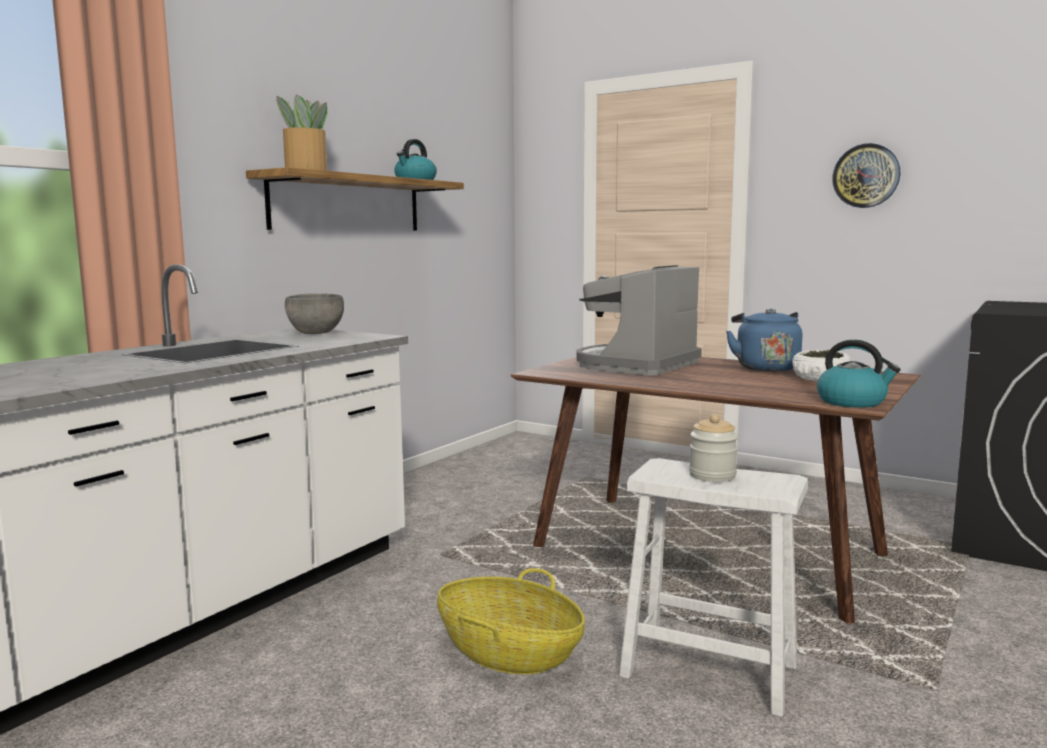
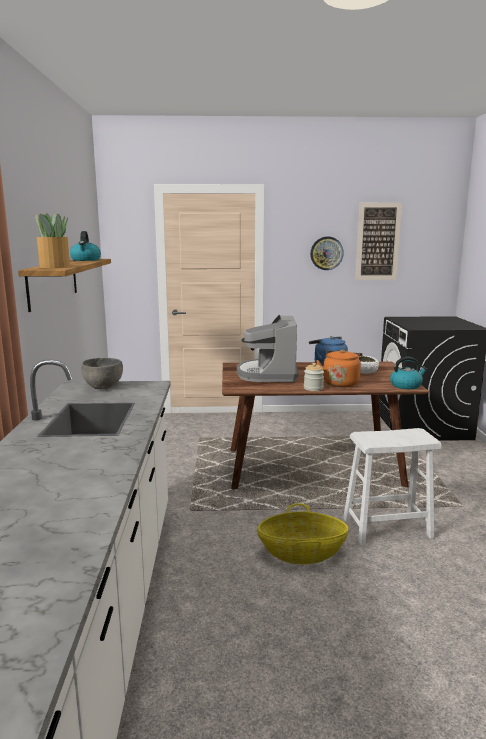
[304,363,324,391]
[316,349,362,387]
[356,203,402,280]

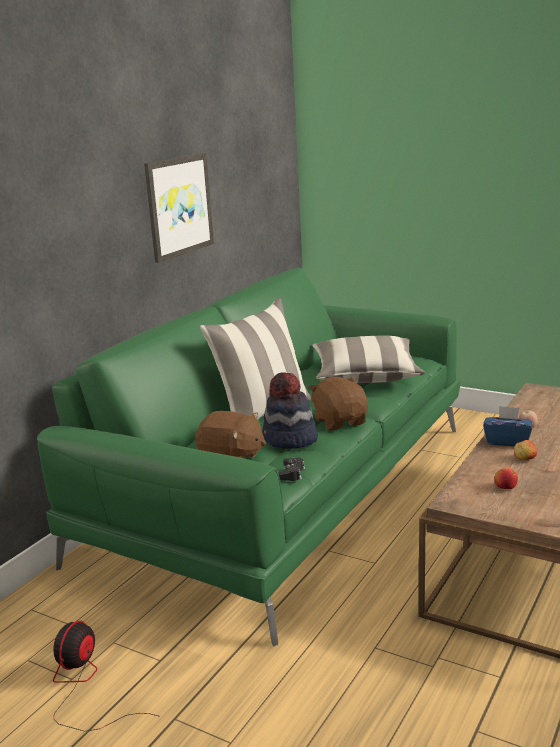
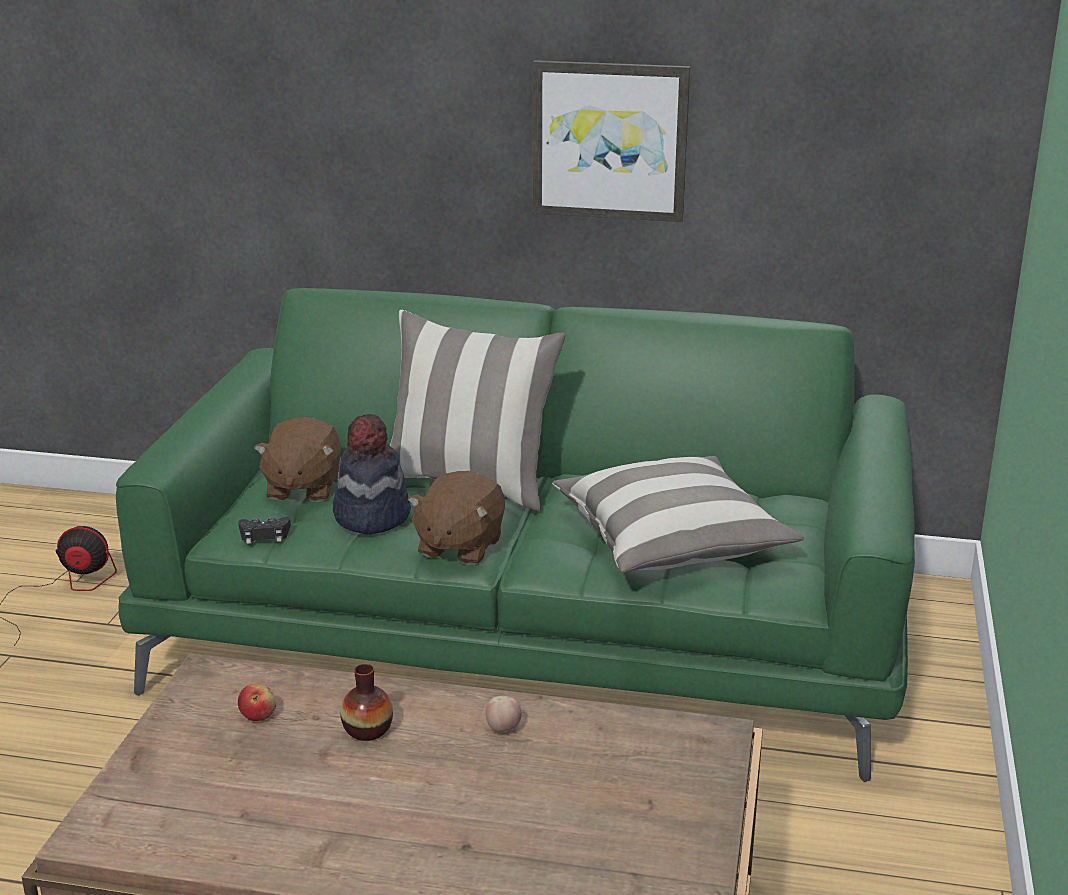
[408,471,505,565]
[483,406,532,447] (first image)
[340,664,393,741]

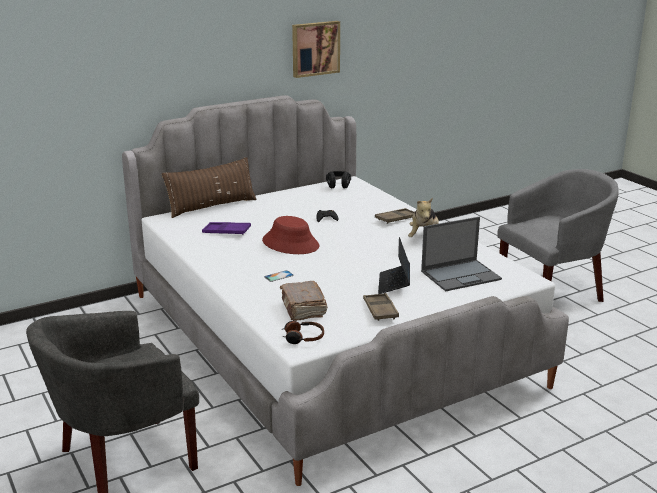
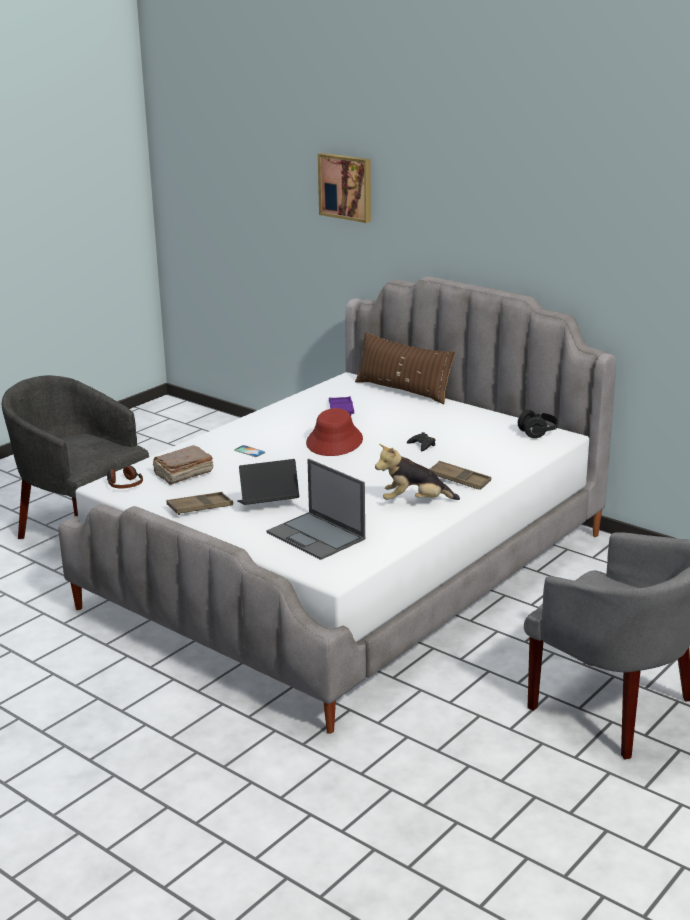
[318,153,371,223]

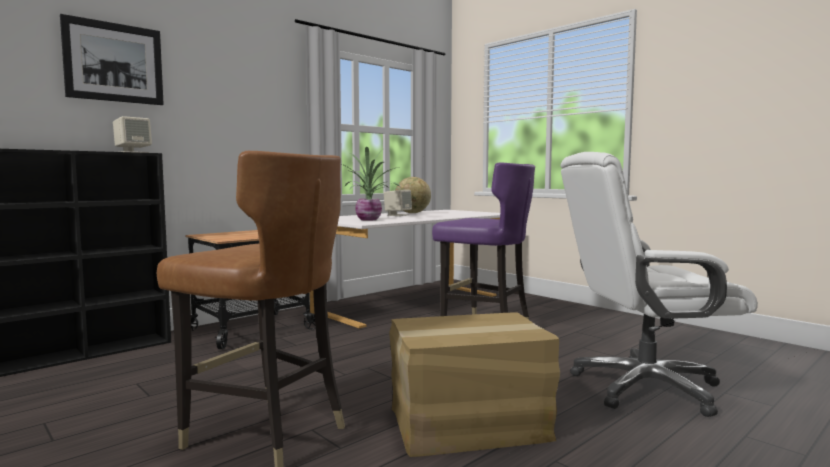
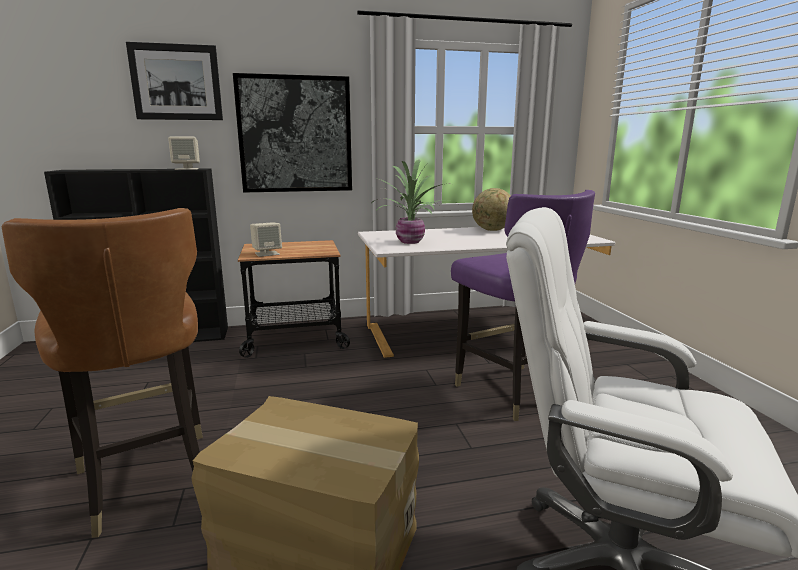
[250,222,282,257]
[233,73,352,193]

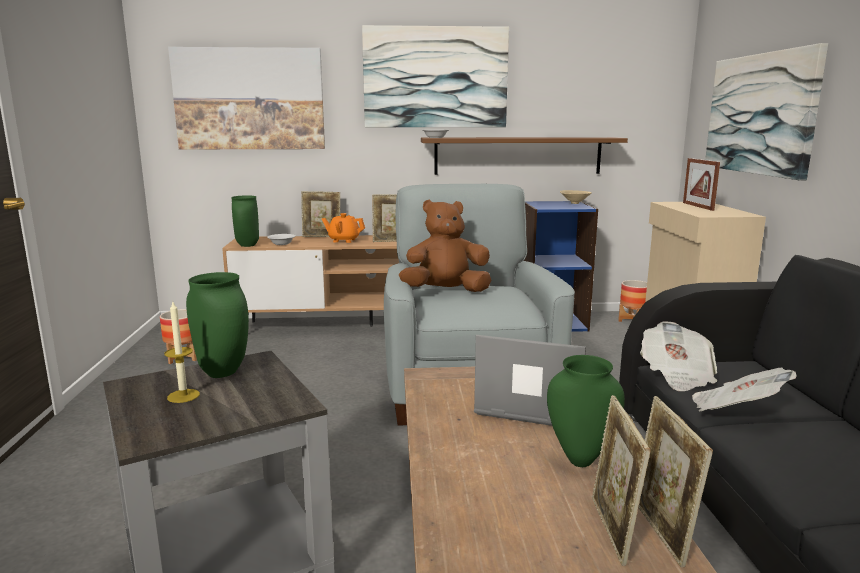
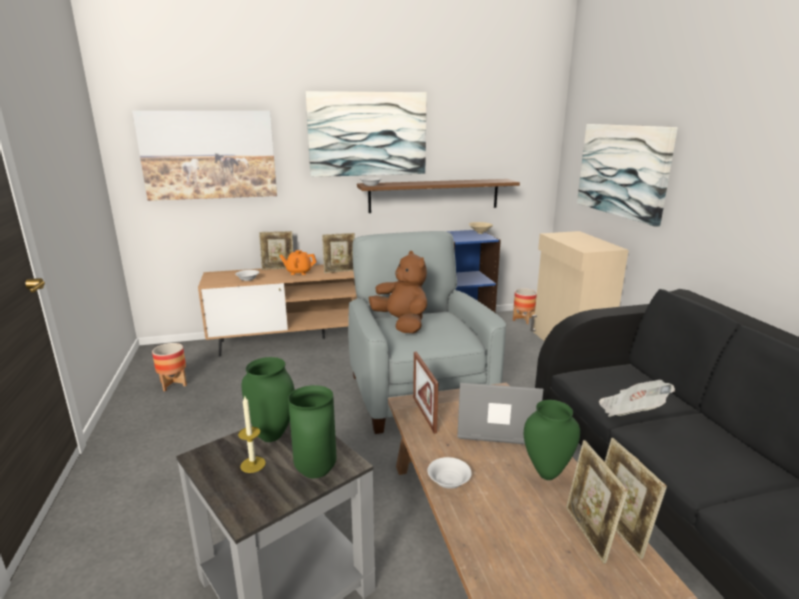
[288,385,336,478]
[369,251,427,333]
[640,321,717,391] (first image)
[413,352,438,434]
[427,457,472,489]

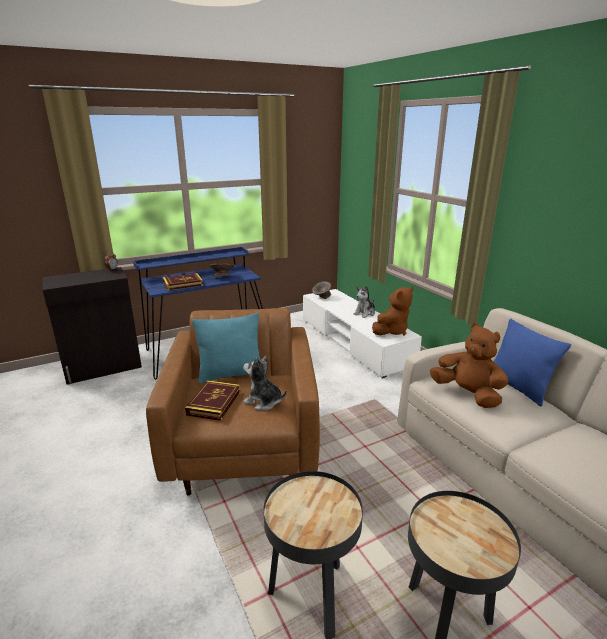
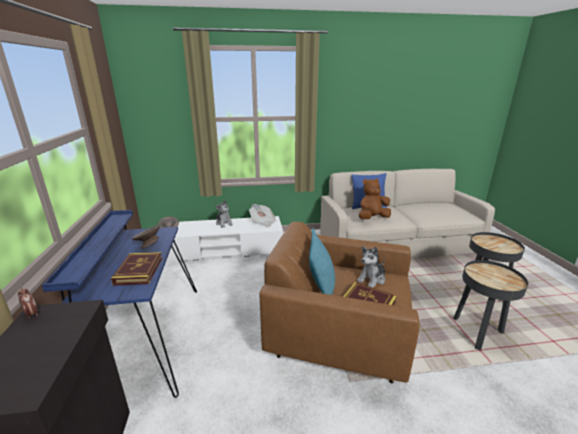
[249,204,276,227]

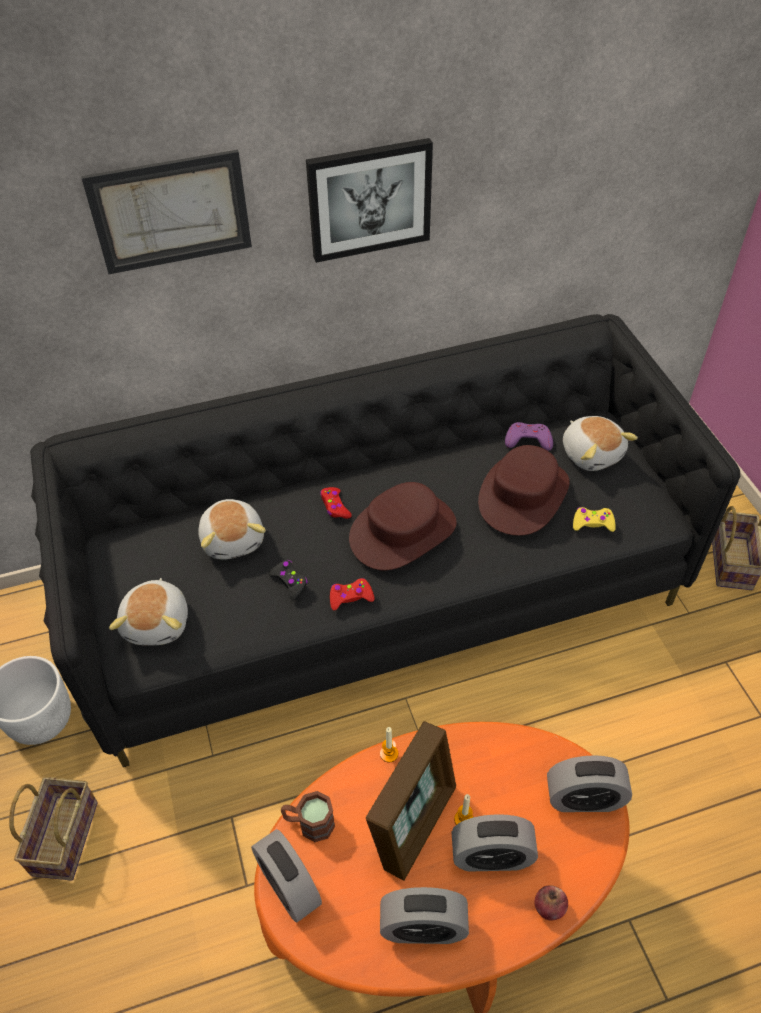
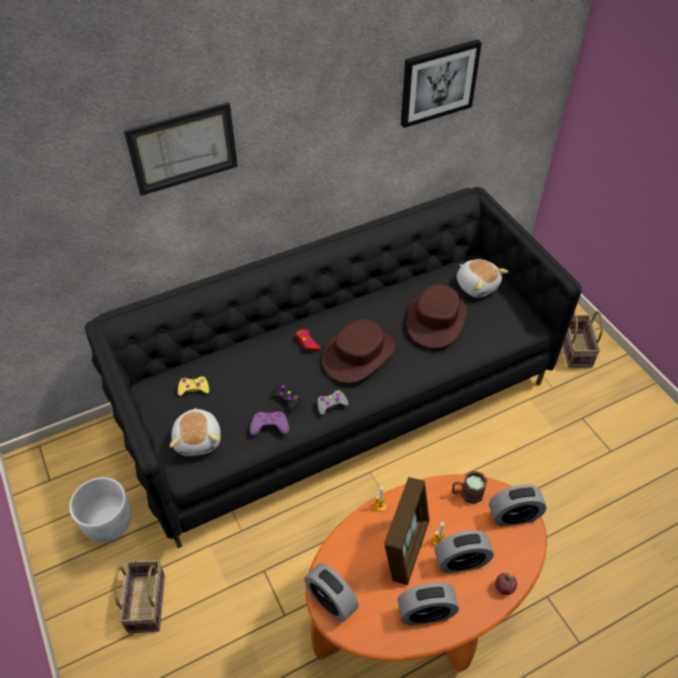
[198,499,266,560] (first image)
[452,471,487,504]
[401,39,482,128]
[317,390,349,415]
[250,411,289,436]
[178,376,209,396]

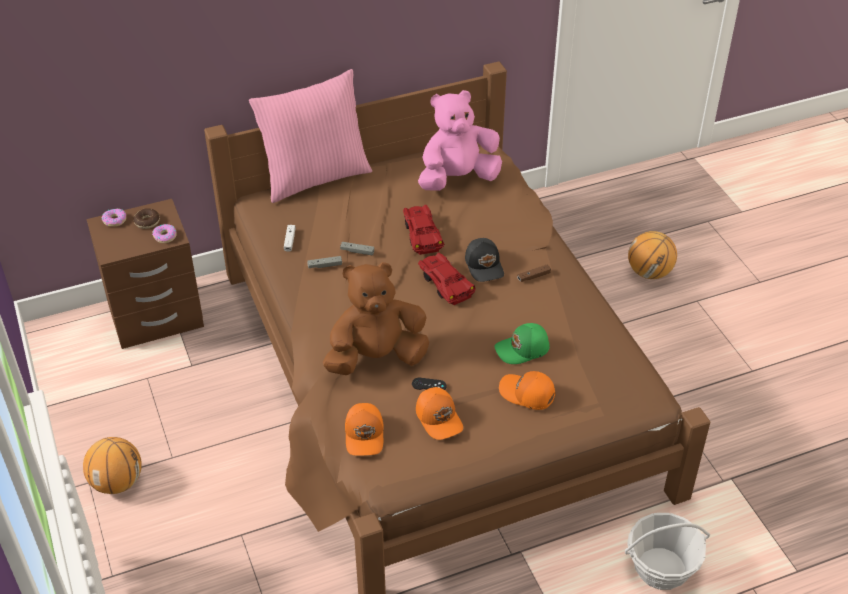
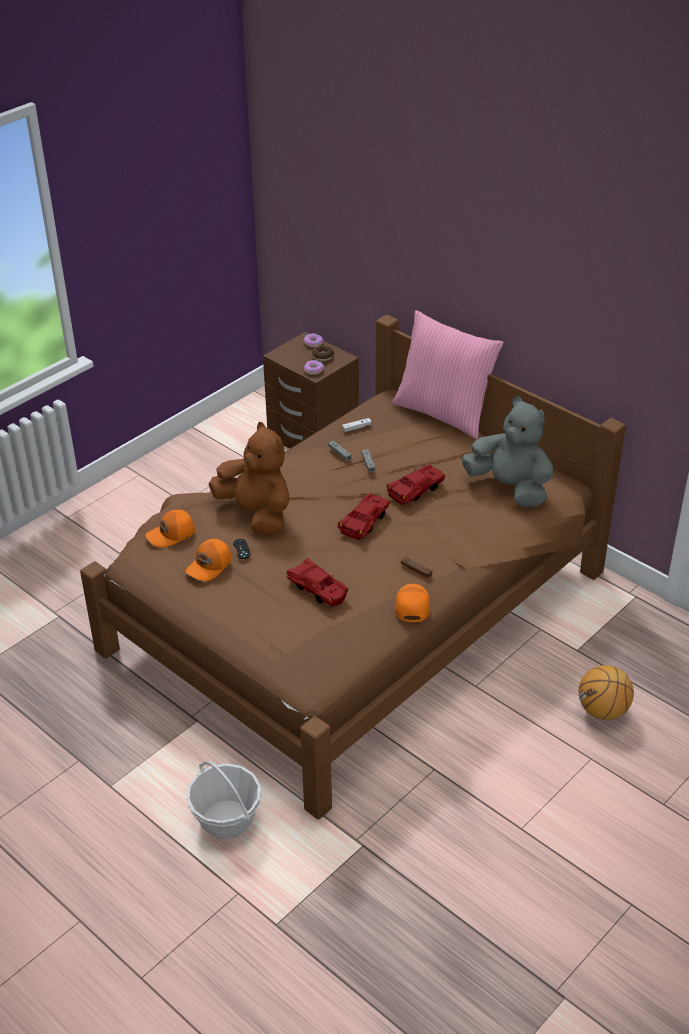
[83,437,142,494] (first image)
[462,396,553,507]
[465,238,504,282] (first image)
[287,557,348,607]
[395,584,430,622]

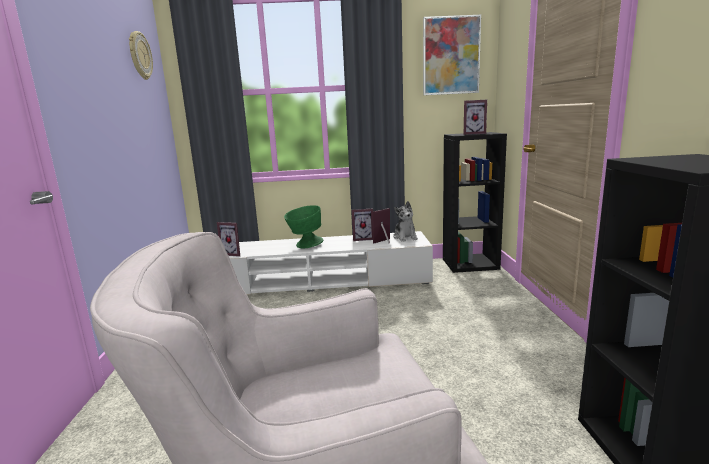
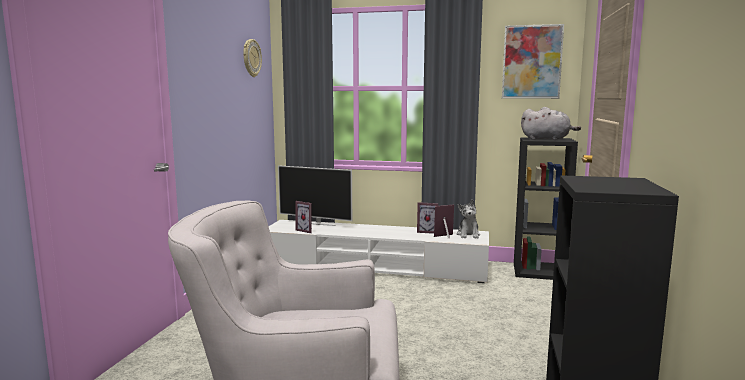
[284,205,323,248] (first image)
[521,107,581,140]
[278,165,352,226]

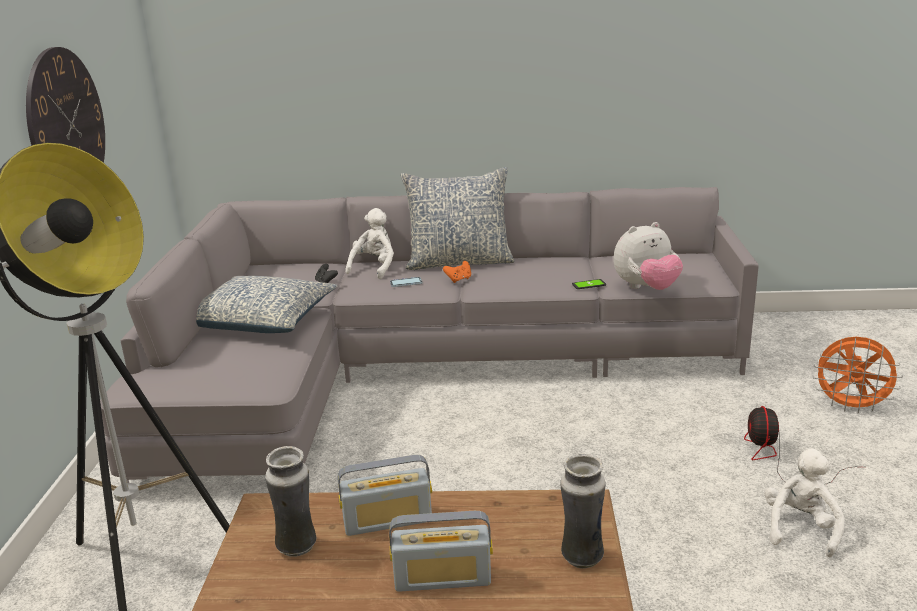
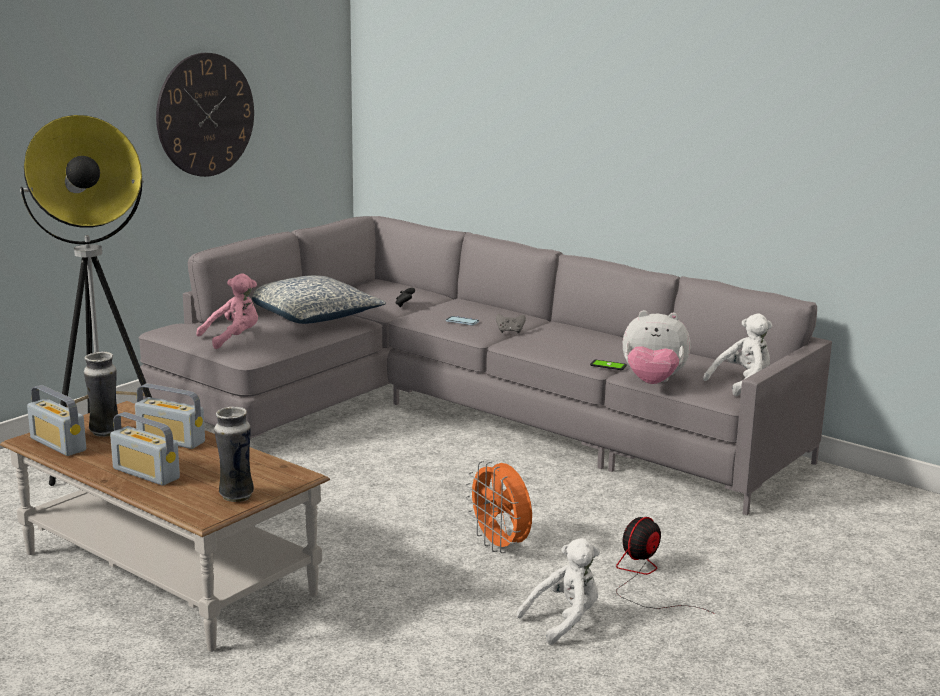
[703,313,773,396]
[400,167,514,270] (first image)
[496,314,526,333]
[466,461,532,553]
[27,385,86,456]
[196,273,258,349]

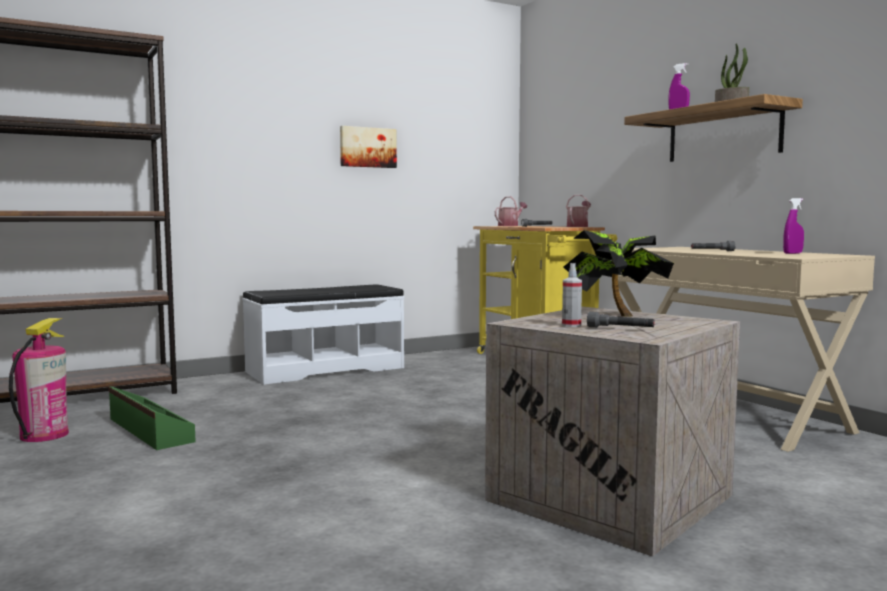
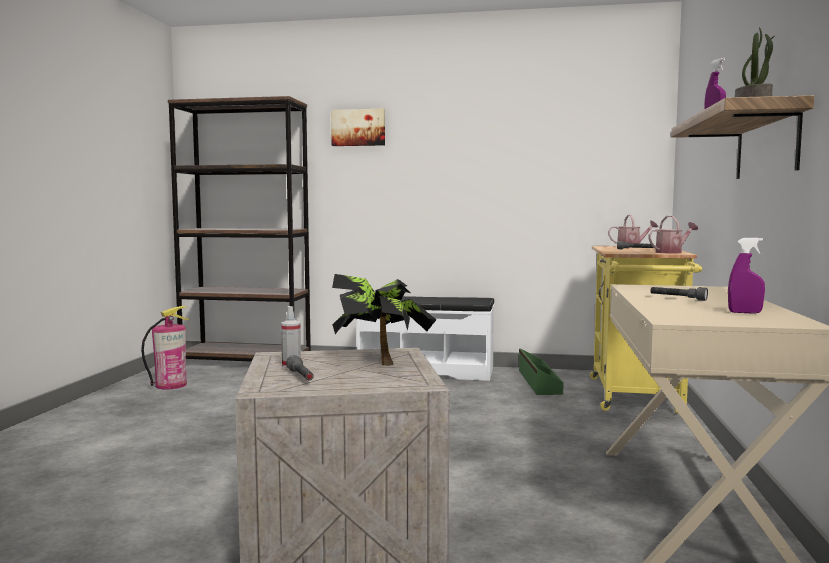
[519,348,564,395]
[331,109,385,146]

